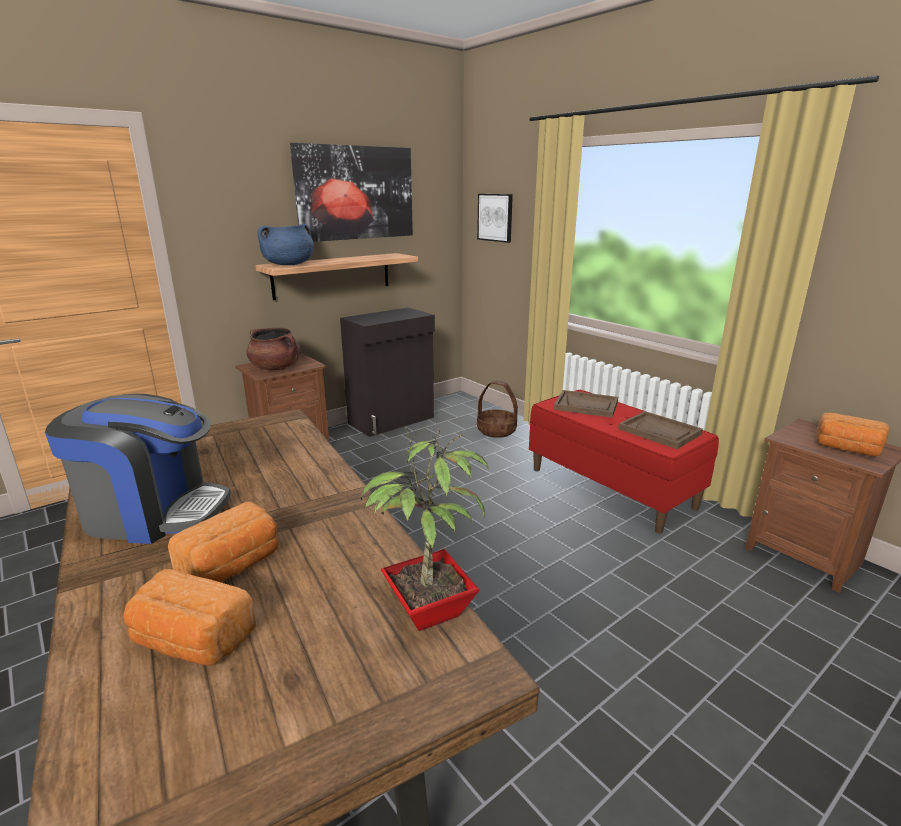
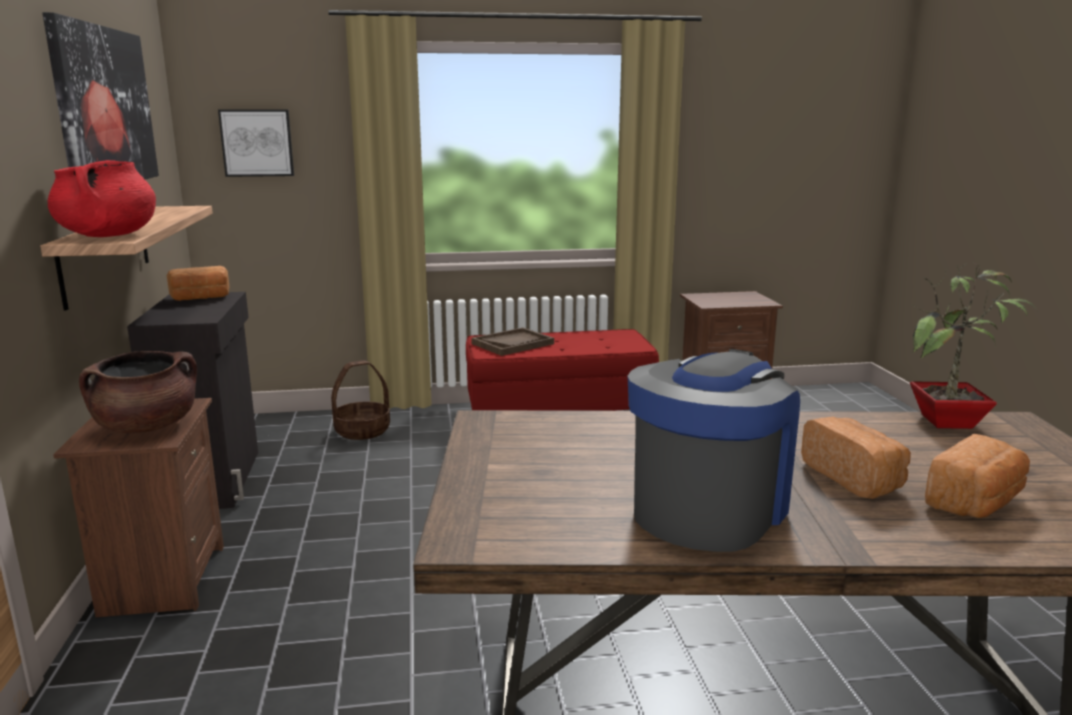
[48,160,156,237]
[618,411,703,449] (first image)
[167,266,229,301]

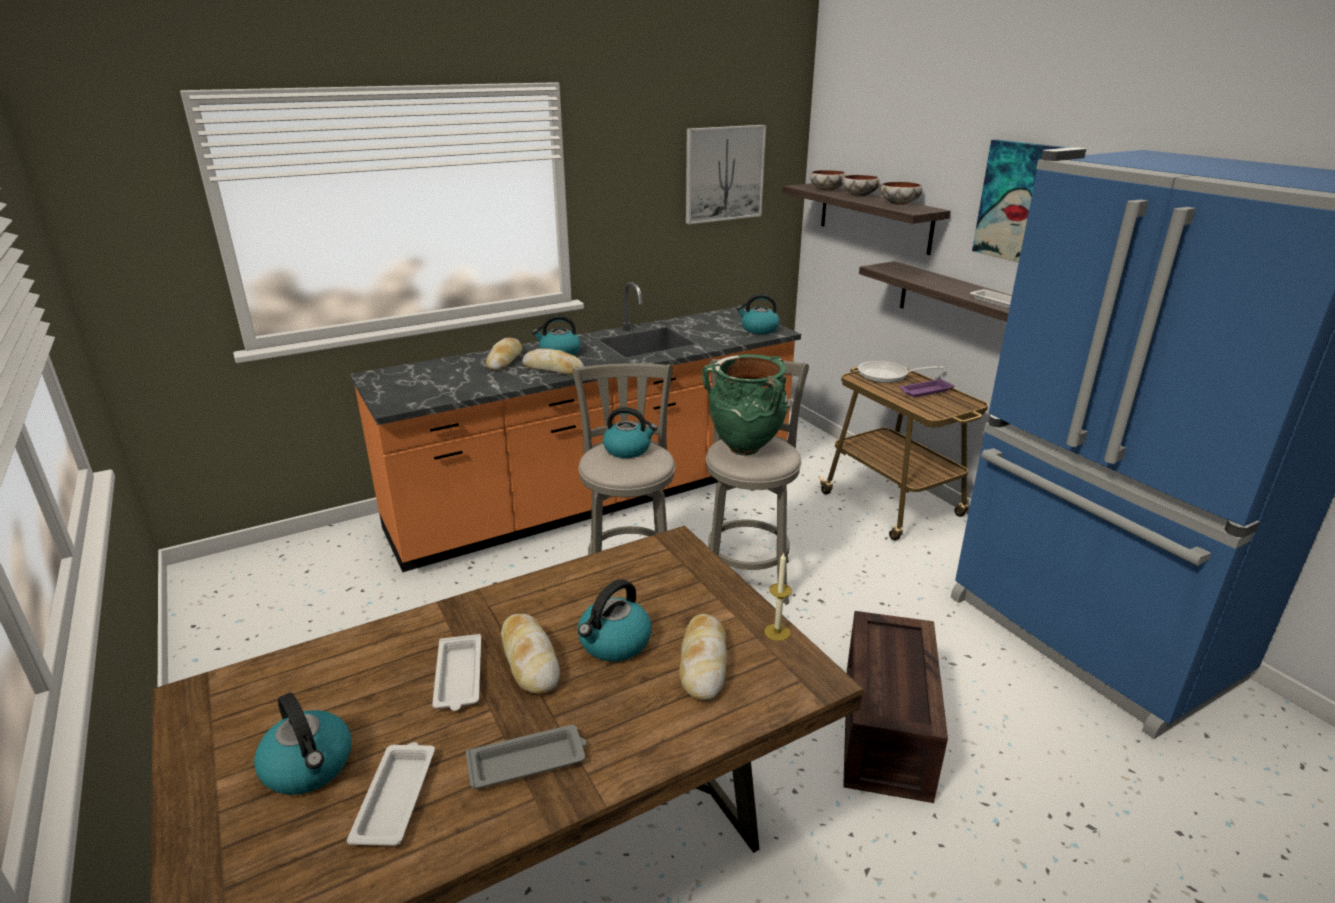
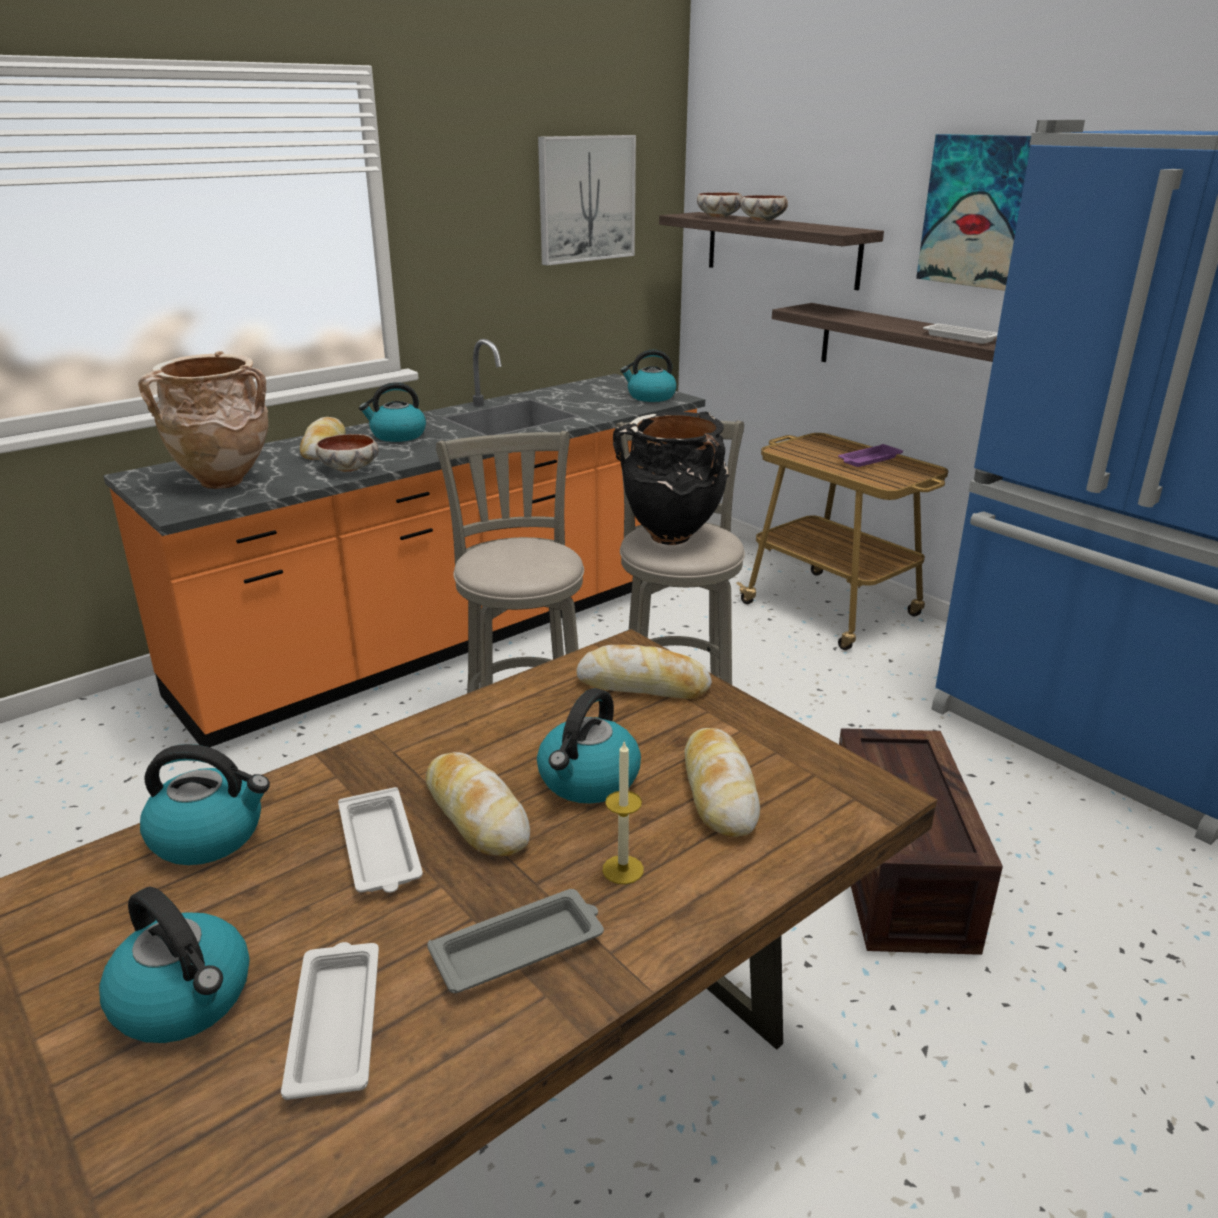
[577,645,712,699]
[140,744,270,865]
[613,411,729,545]
[602,742,644,884]
[858,361,944,383] (first image)
[316,434,378,472]
[138,351,268,489]

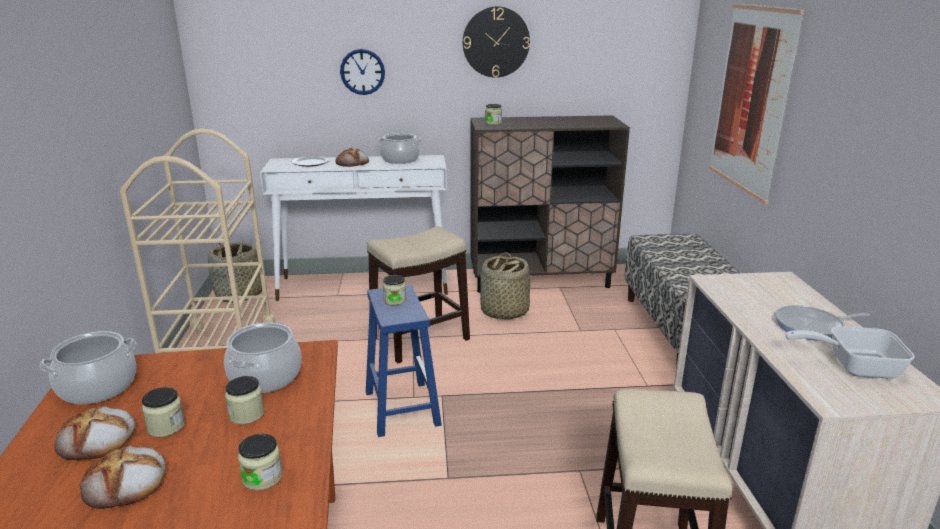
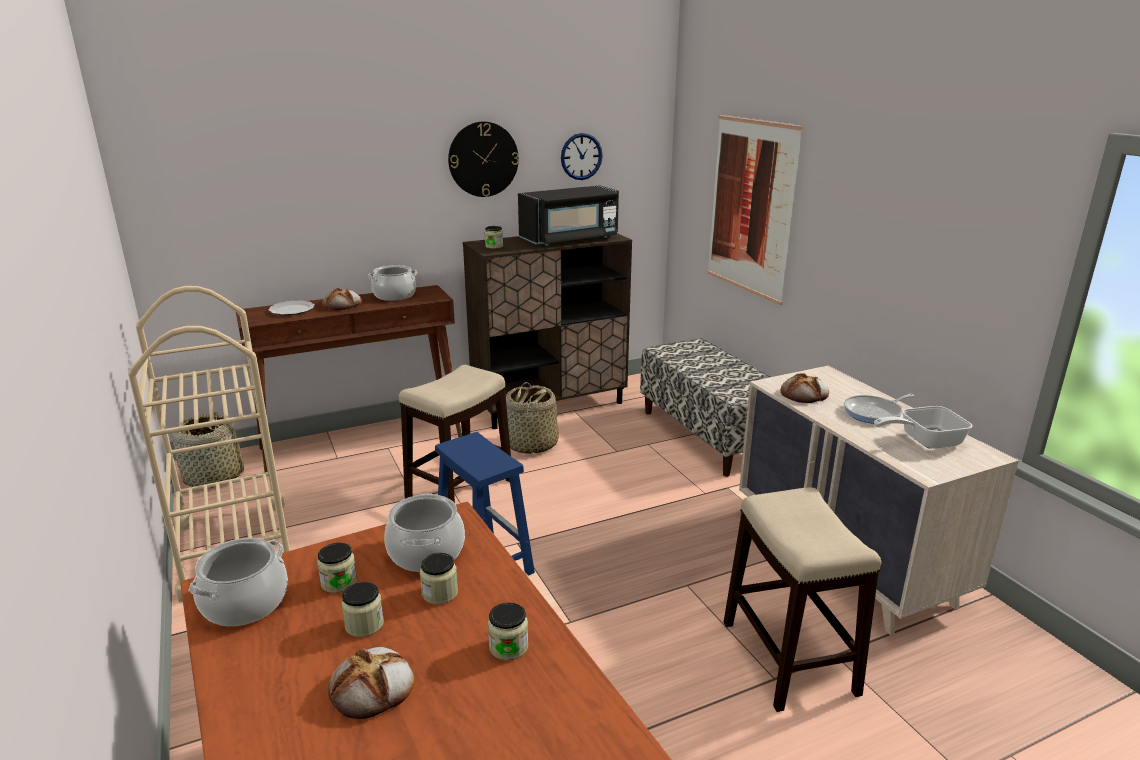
[781,373,829,403]
[236,285,462,472]
[561,133,603,180]
[317,543,357,593]
[518,185,619,246]

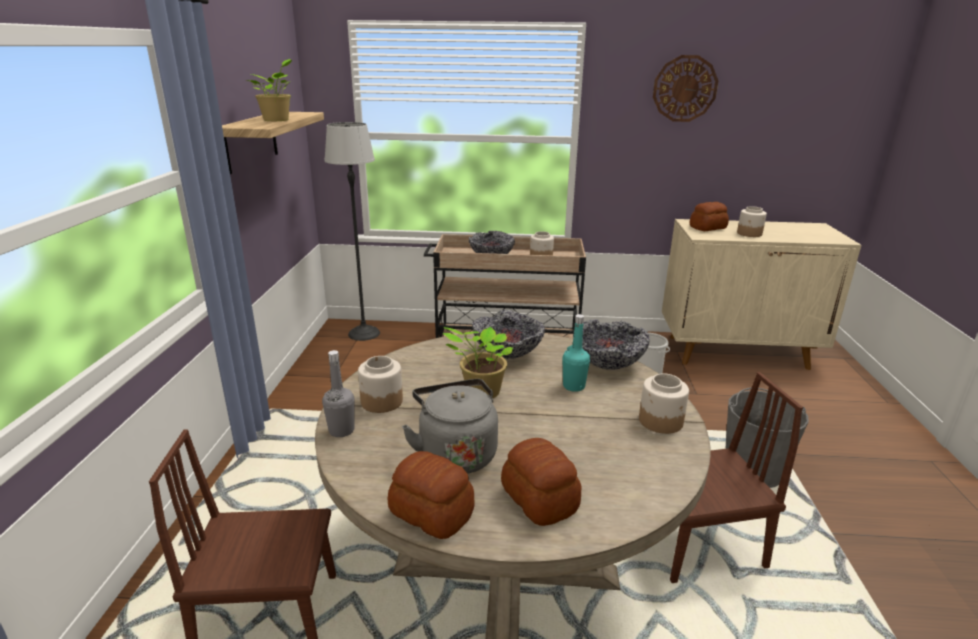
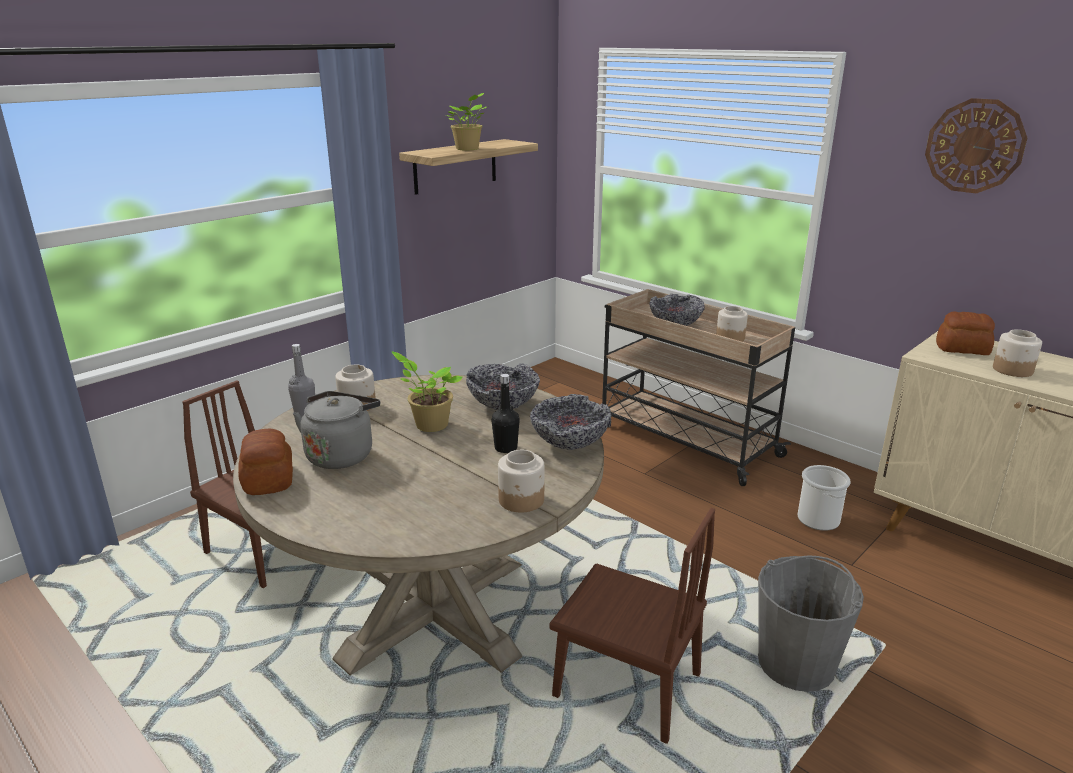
[324,122,380,341] (first image)
[501,438,581,526] (first image)
[491,374,520,453]

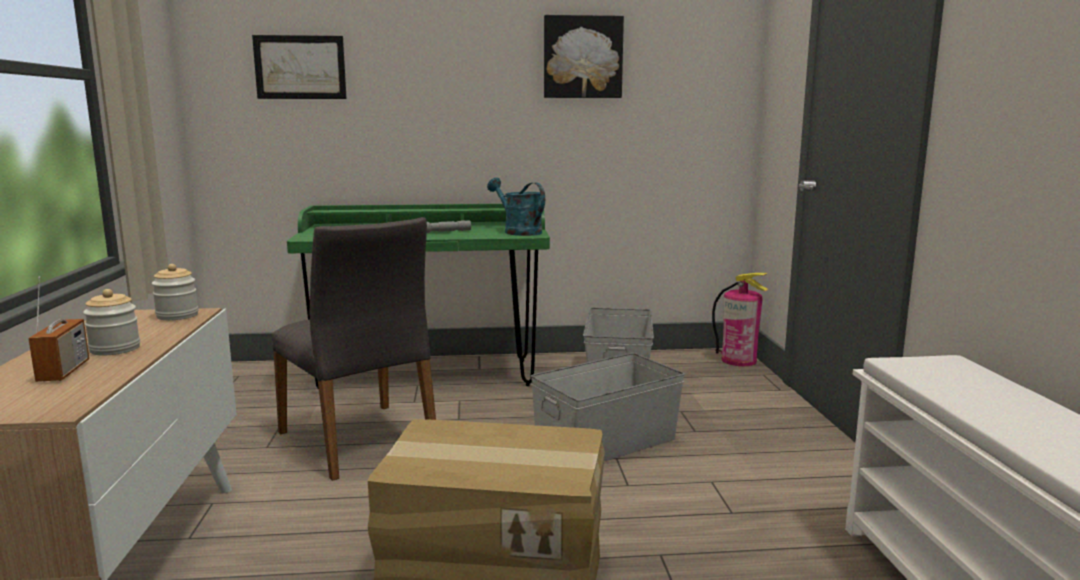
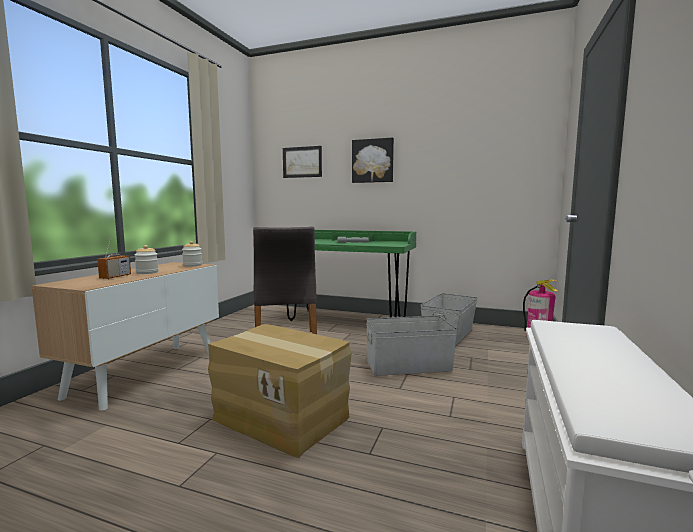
[487,178,545,236] (first image)
[352,138,394,183]

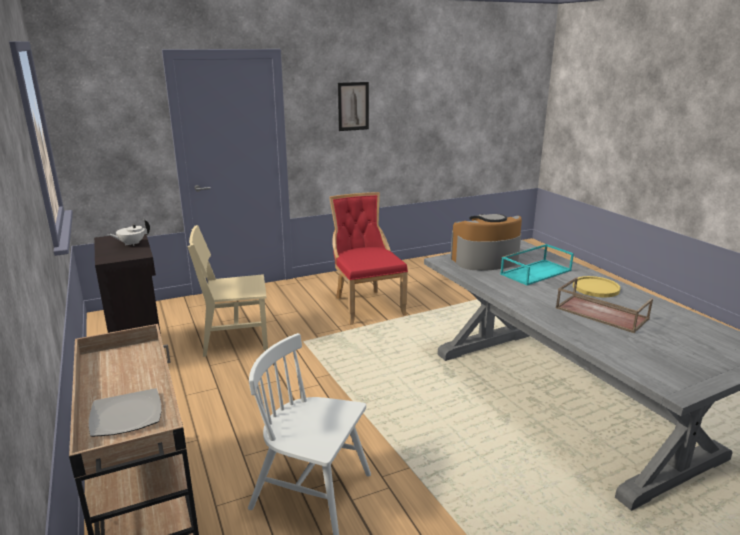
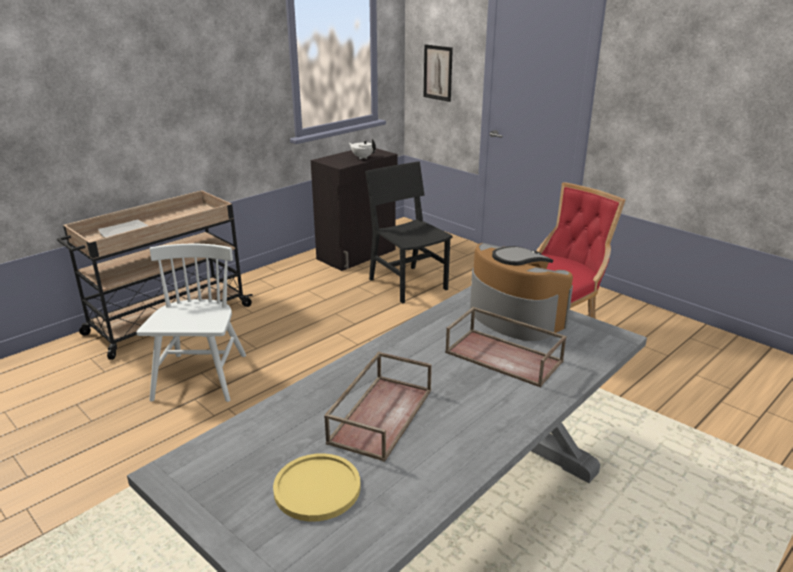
[365,162,453,303]
[424,44,453,102]
[445,307,567,387]
[273,453,360,522]

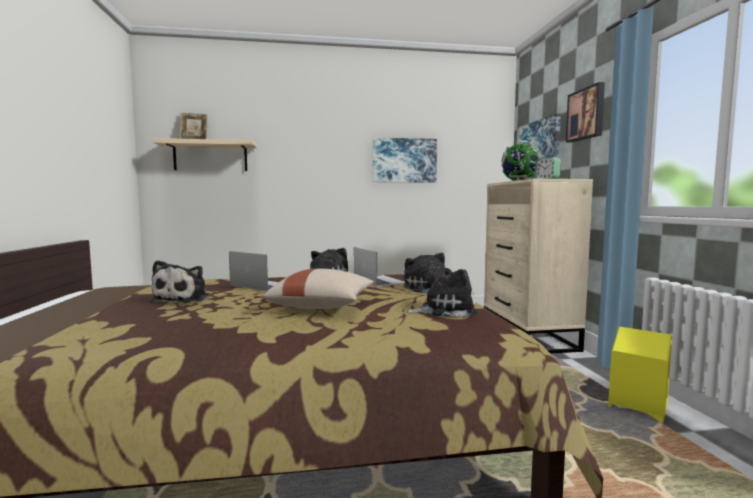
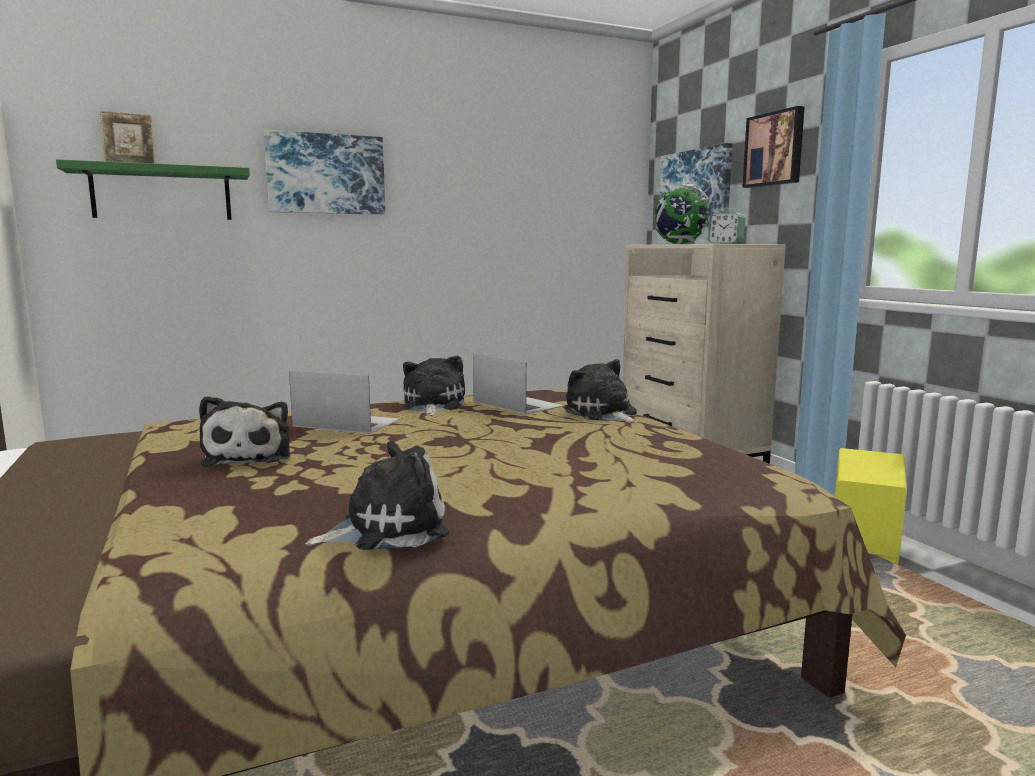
[56,159,250,220]
[263,269,374,309] (first image)
[264,130,385,214]
[305,441,450,550]

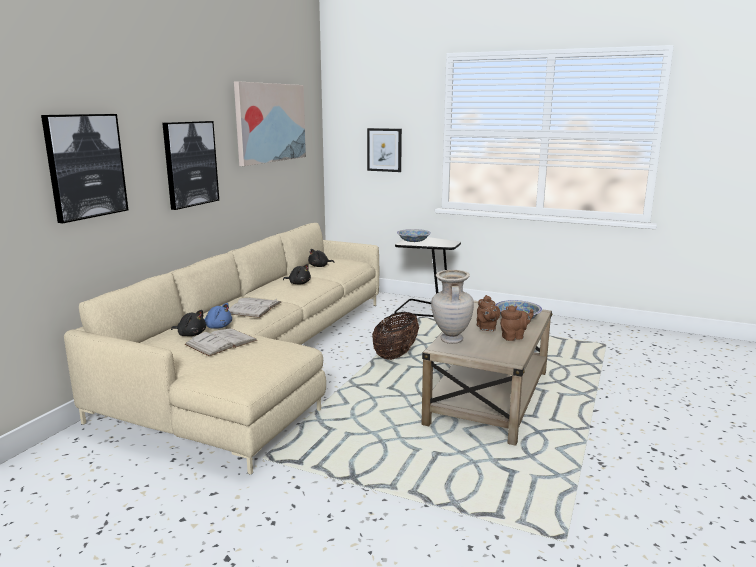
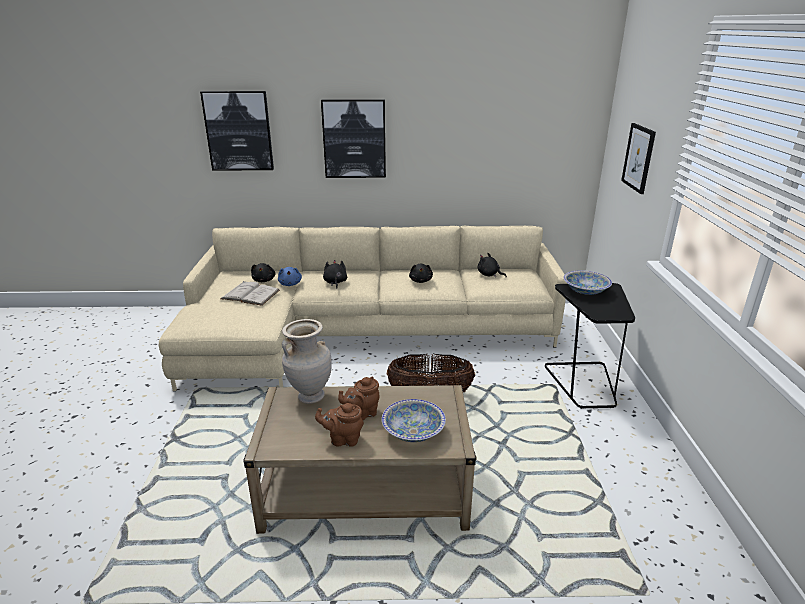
[323,260,347,289]
[234,81,306,166] (first image)
[315,403,364,447]

